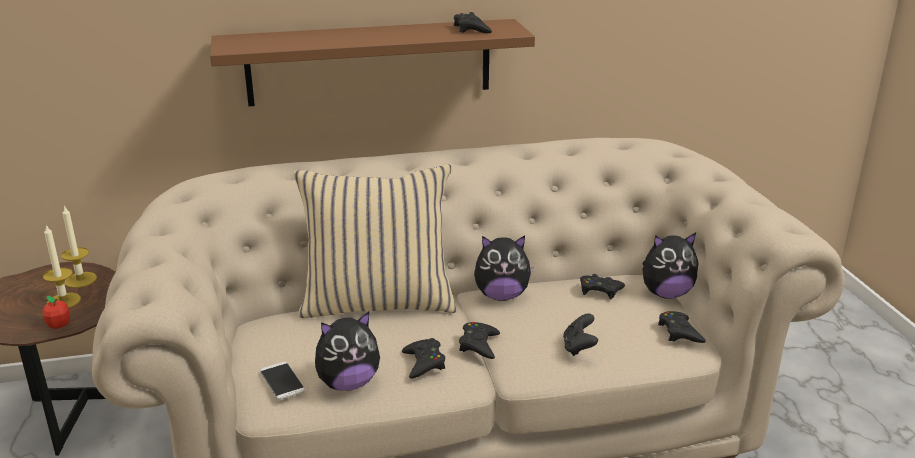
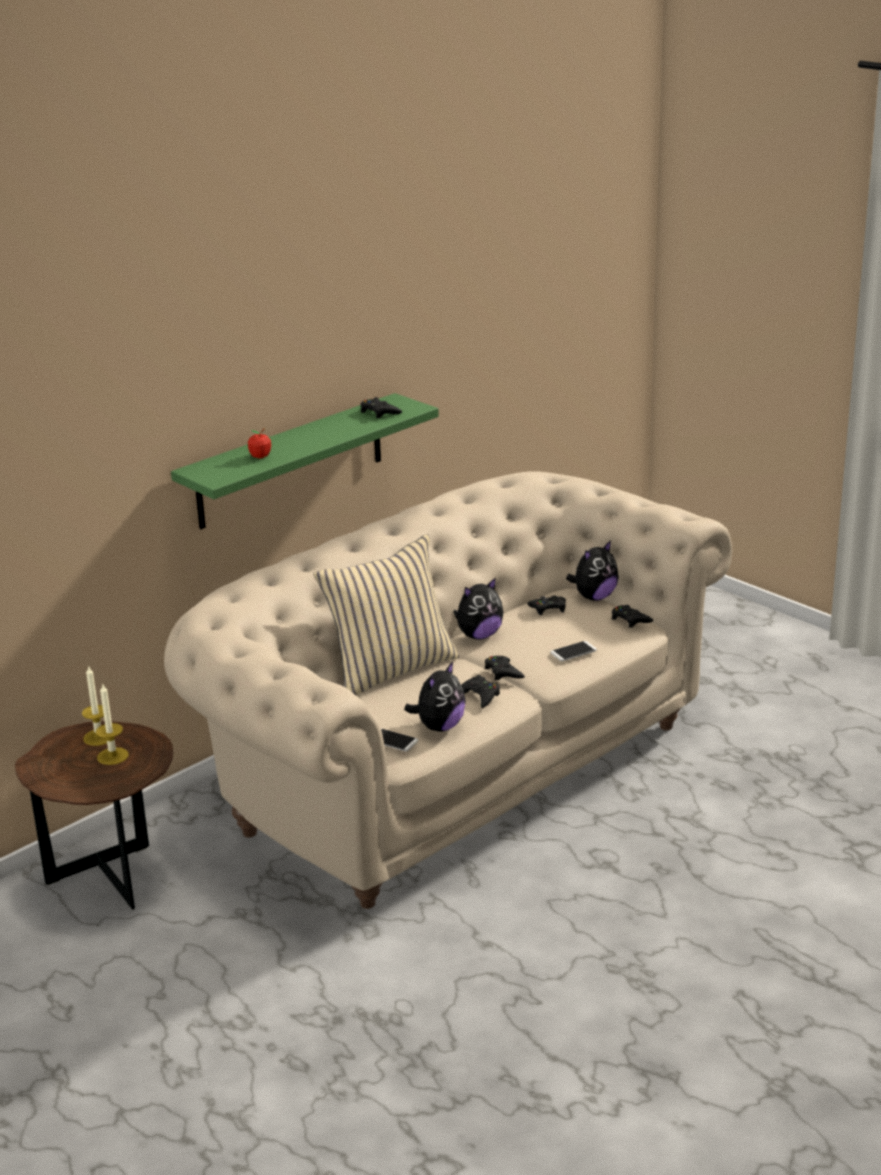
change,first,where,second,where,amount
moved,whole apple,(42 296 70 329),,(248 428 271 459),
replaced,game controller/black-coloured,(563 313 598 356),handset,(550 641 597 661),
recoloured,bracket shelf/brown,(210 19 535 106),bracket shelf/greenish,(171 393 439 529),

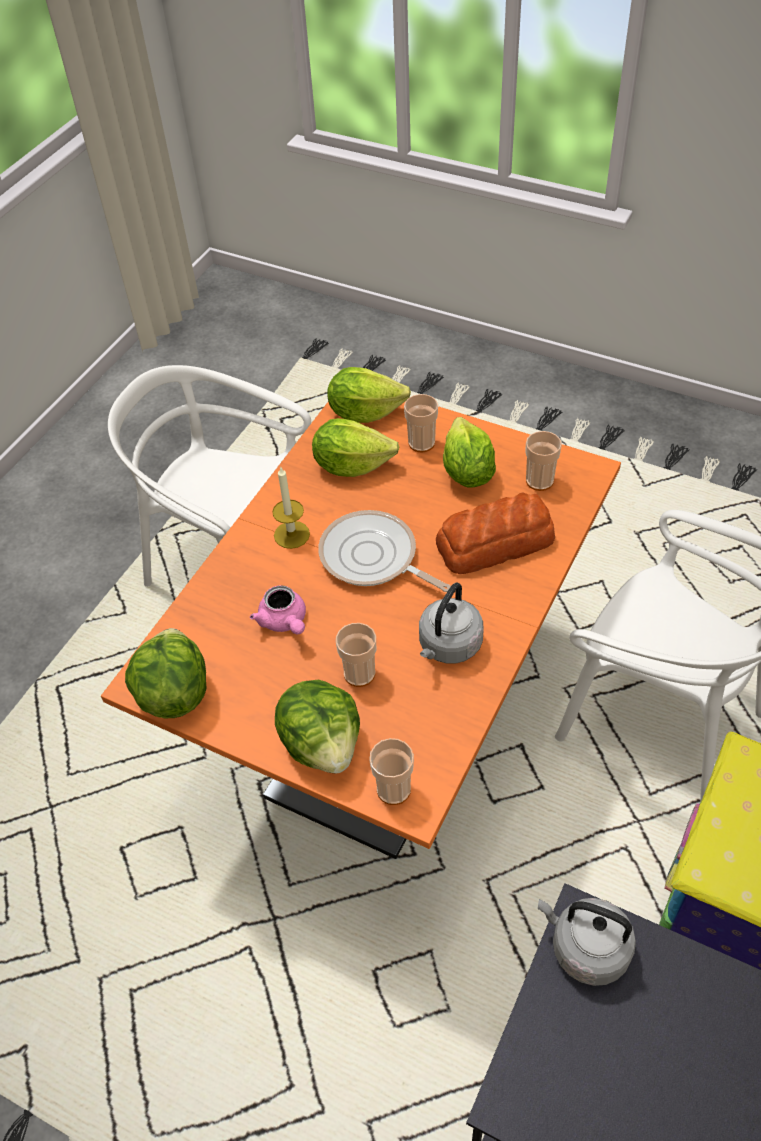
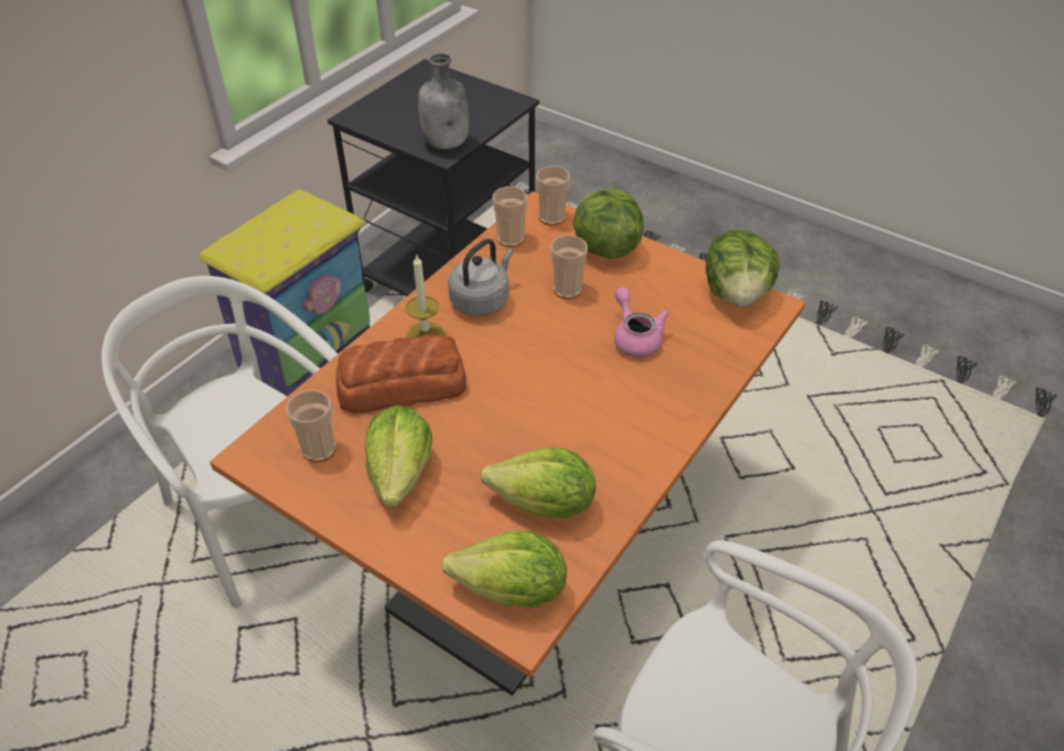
change,first,where,second,where,amount
removed,pan,(318 510 451 592),,,
moved,candle,(272 467 310 549),,(406 254 445 338),
moved,drinking cup,(404 394 438 452),,(492 186 527 248),
replaced,tea kettle/gray,(538 898 636 986),beverage bottle/gray,(418 53 469 149),

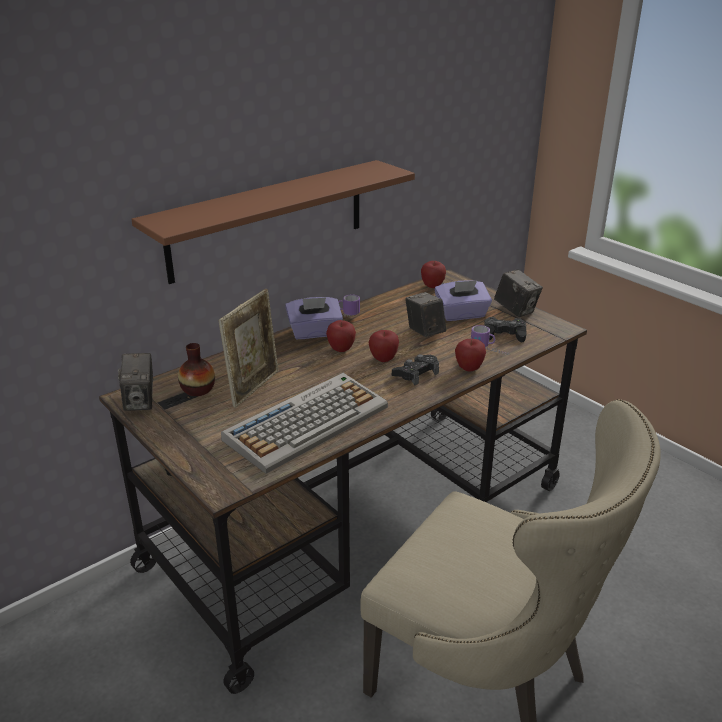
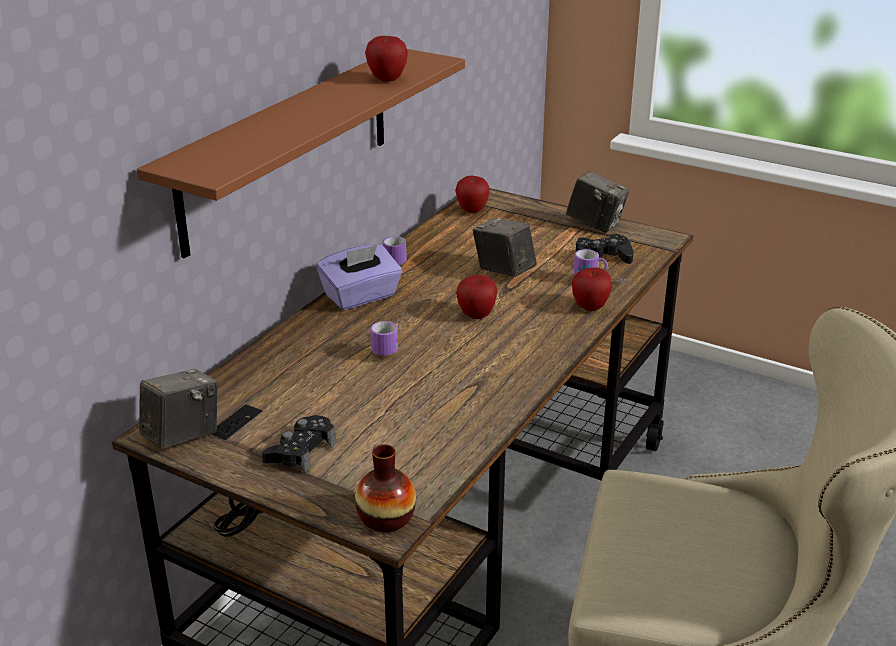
change,first,where,second,where,amount
removed,standing frame,(219 289 279 408),,,
removed,computer keyboard,(221 373 388 474),,,
removed,tissue box/purplish,(435 280 492 321),,,
added,,,tea mug,(370 321 398 356),
moved,vase,(178 343 215 396),,(355 444 416 532),
moved,whole apple,(326 320 356 352),,(365 35 408 82),
moved,game controller/black-coloured,(392 354 439 386),,(262 415 336 473),
turned,photo camera,(118 353 153 411),,(139 369 218 449),105 degrees counterclockwise

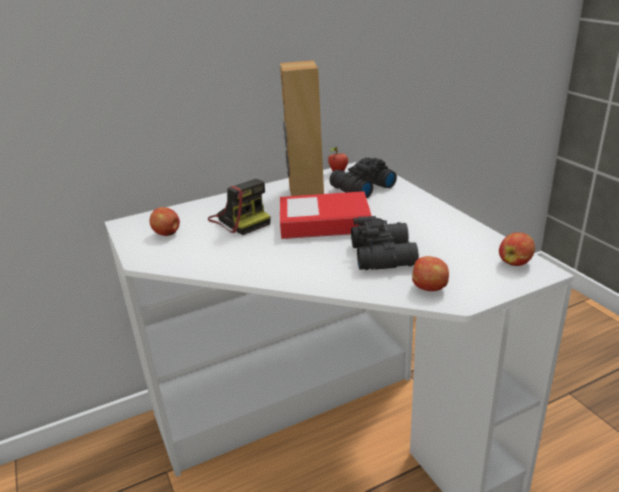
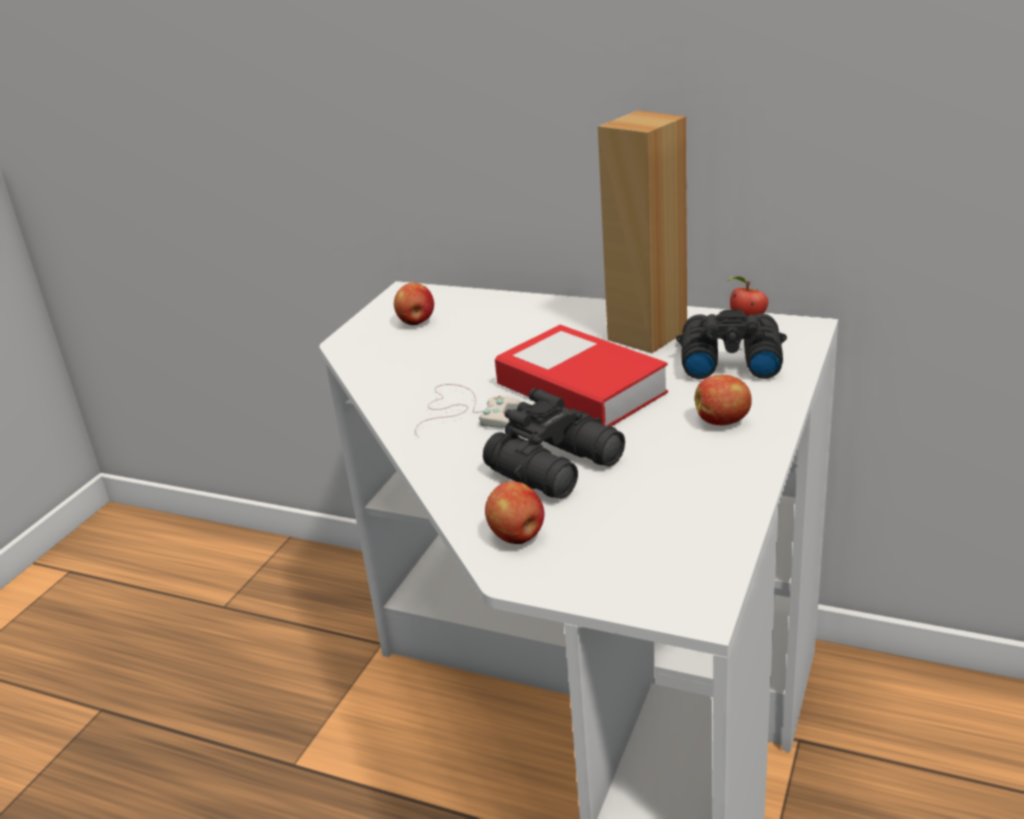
change,first,where,second,where,amount
removed,photo camera,(208 179 270 235),,,
added,,,game controller/white-coloured,(415 384 521 438),
moved,whole apple,(499 232 535 266),,(695 375 751 425),

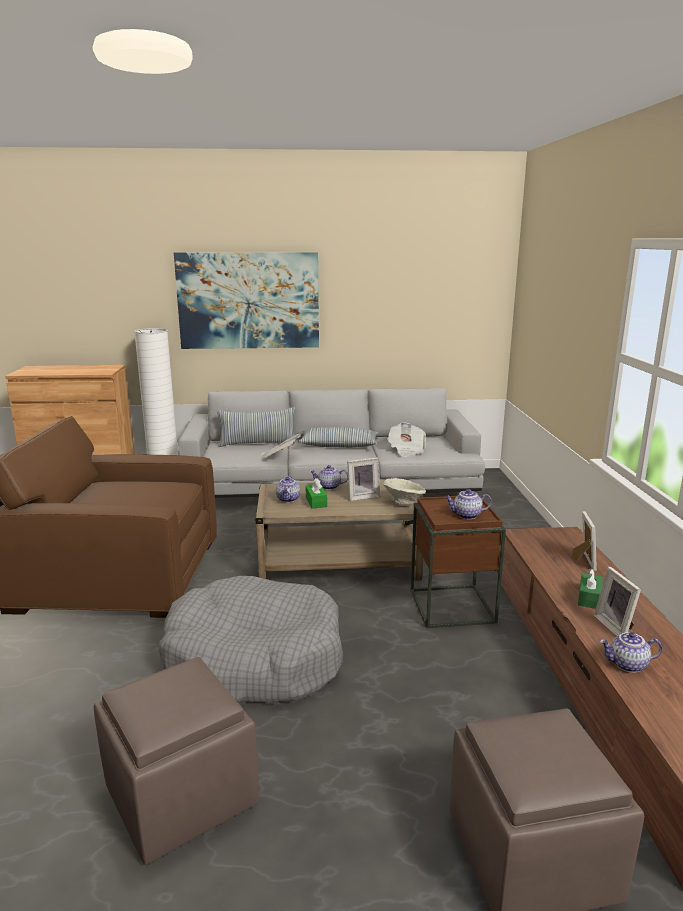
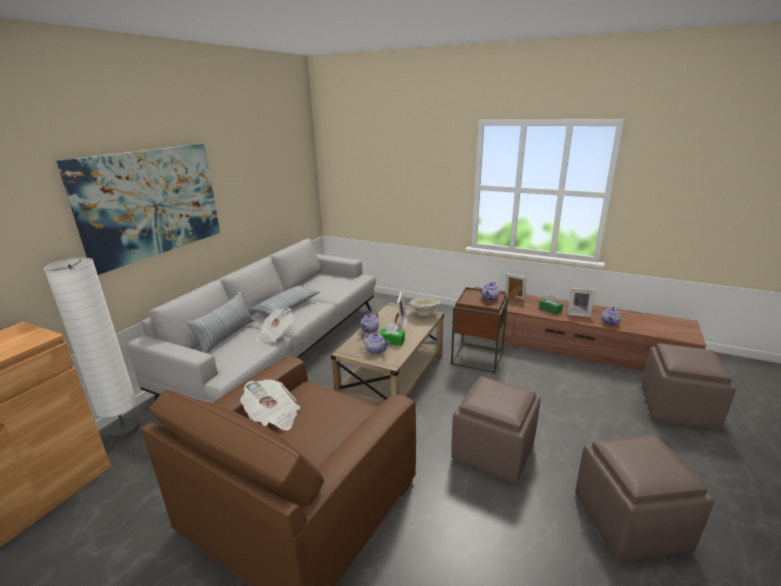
change,first,where,second,where,amount
moved,daily paper,(387 422 426 457),,(240 379 300 430),
replaced,dog cushion/gray,(158 576 343 703),ottoman/brown,(451 376 541 484),

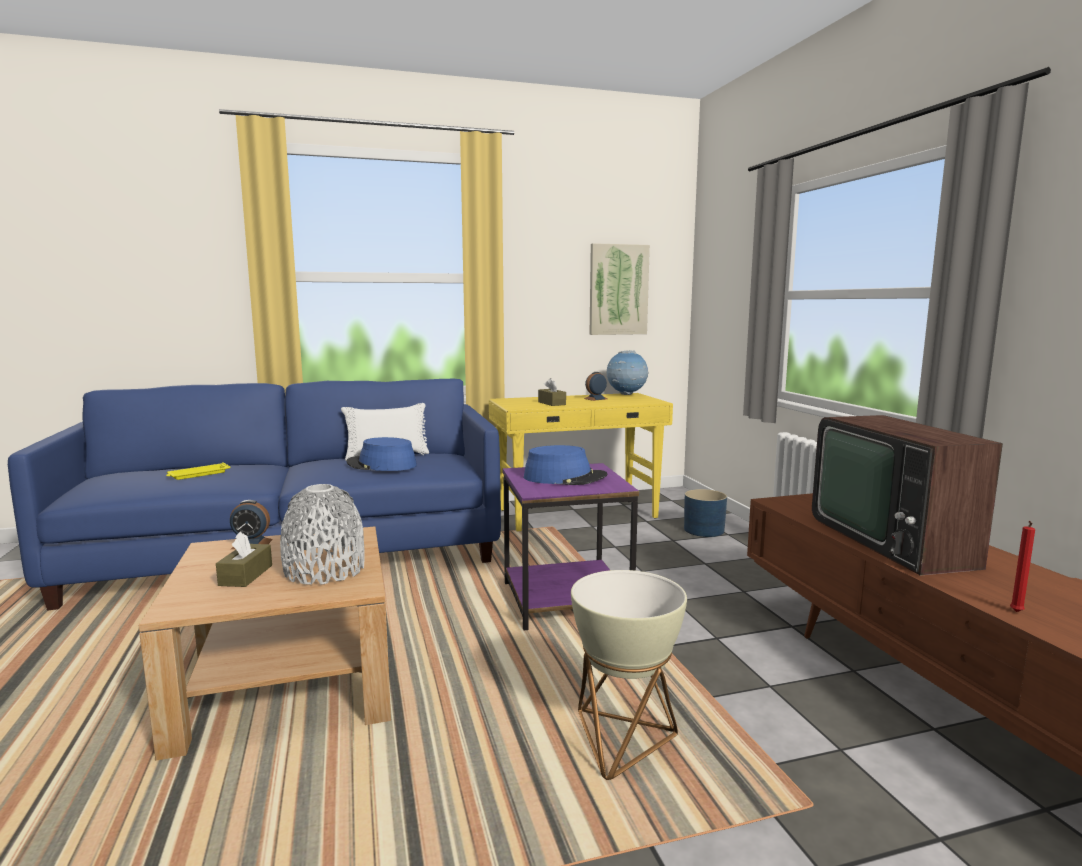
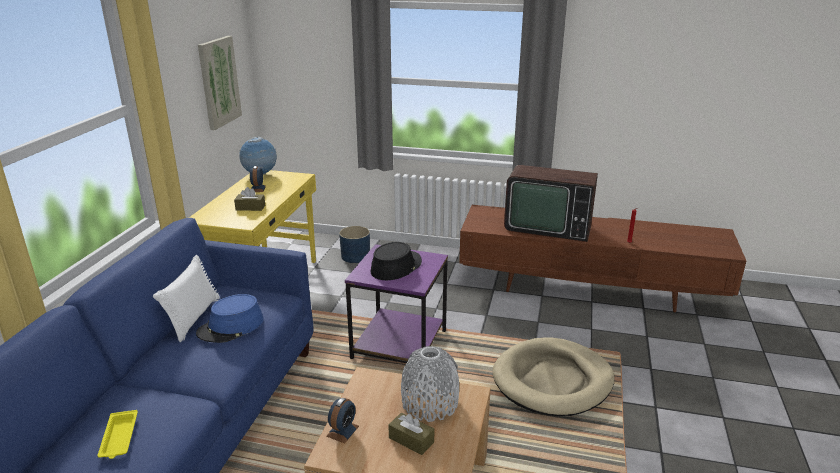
change,first,where,second,where,amount
replaced,planter,(571 570 687 780),dog cushion/sand-coloured,(492 337 614 416),
recoloured,wearable hat/blue,(524 445 608 485),wearable hat/black-coloured,(371 242 422 280),

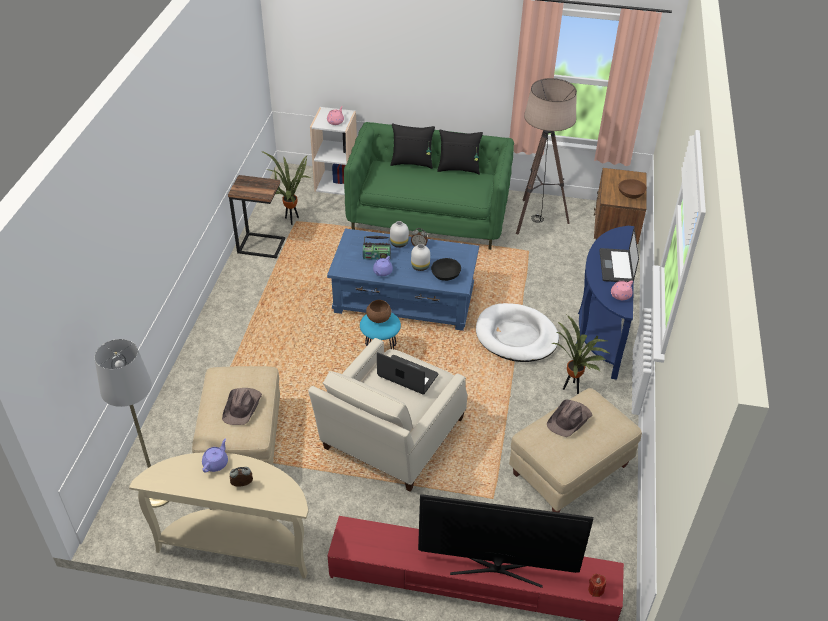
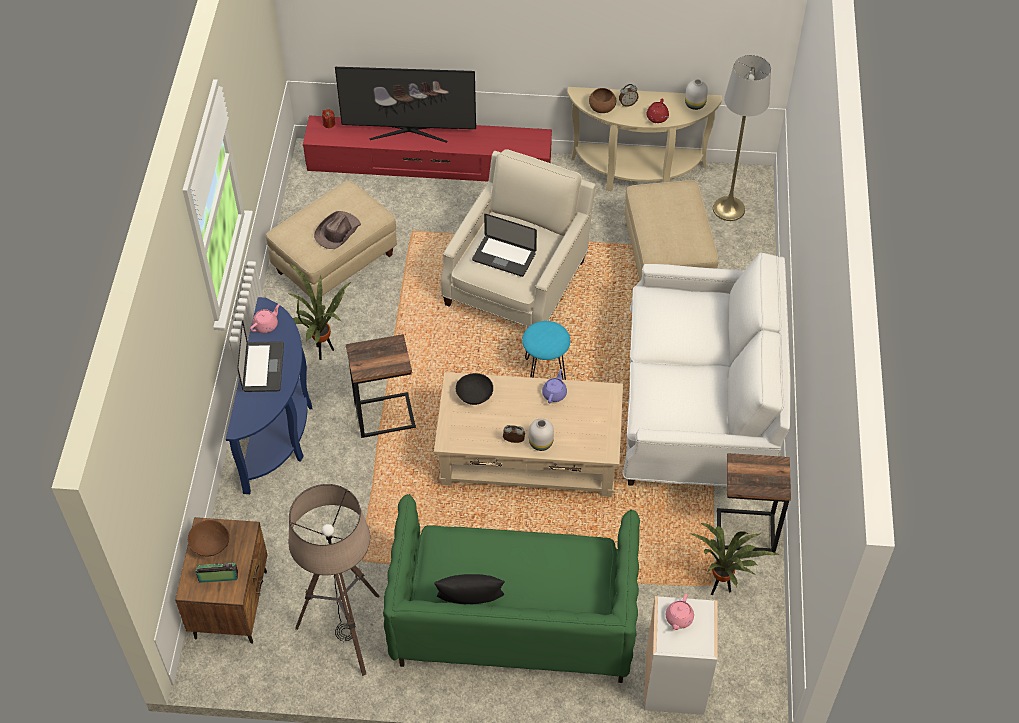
change,first,where,second,where,amount
removed,wearable hat/brown,(222 388 262 425),,,
removed,throw pillow/black-coloured,(390 123 435 169),,,
added,,,settee/white-coloured,(623 252 791 487),
moved,radio set,(363 236 391 260),,(196 563 238 583),
moved,bowl/brown,(366 300 391 323),,(589 88 616 113),
moved,vase/white-coloured,(411 244 430 271),,(685 79 708 110),
replaced,dog cushion/white-coloured,(476 303 559 362),end table,(346 334 416 438),
recoloured,pot for tea/purplish,(202 438 228 473),pot for tea/reddish,(647 99 669 123),
recoloured,coffee table/blue,(327 229 479 331),coffee table/sand-coloured,(434 372 623 497),

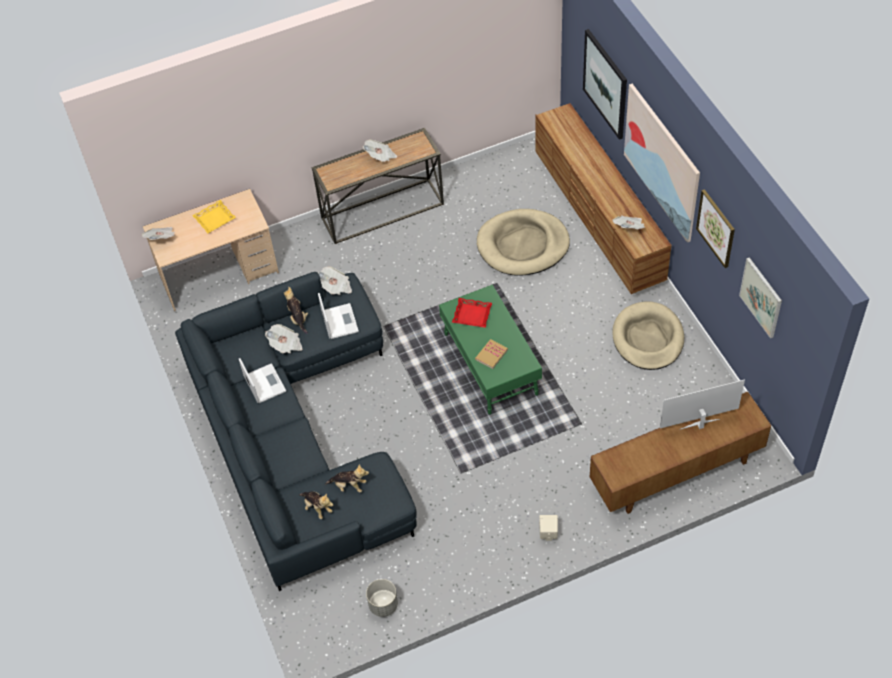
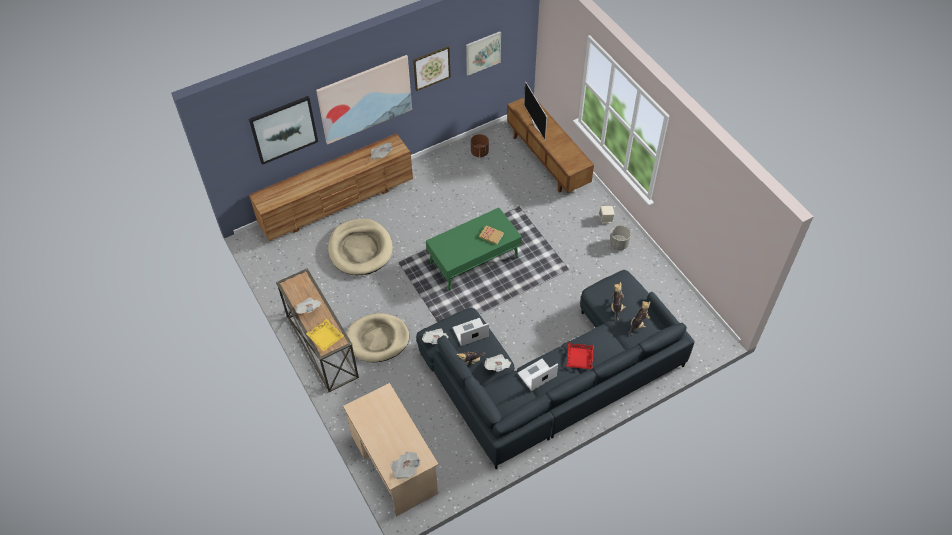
change,first,where,second,where,amount
added,,,planter/brown,(471 134 489 157),
moved,serving tray/yellow-coloured,(192 200 236 233),,(306 319 344 352),
moved,planter/gray,(366 579 398 617),,(610 225 631 250),
moved,serving tray/reddish,(452 298 492 328),,(566 343 594 369),
moved,dog cushion/sand-coloured,(612 302 684 370),,(346 313 409 362),

